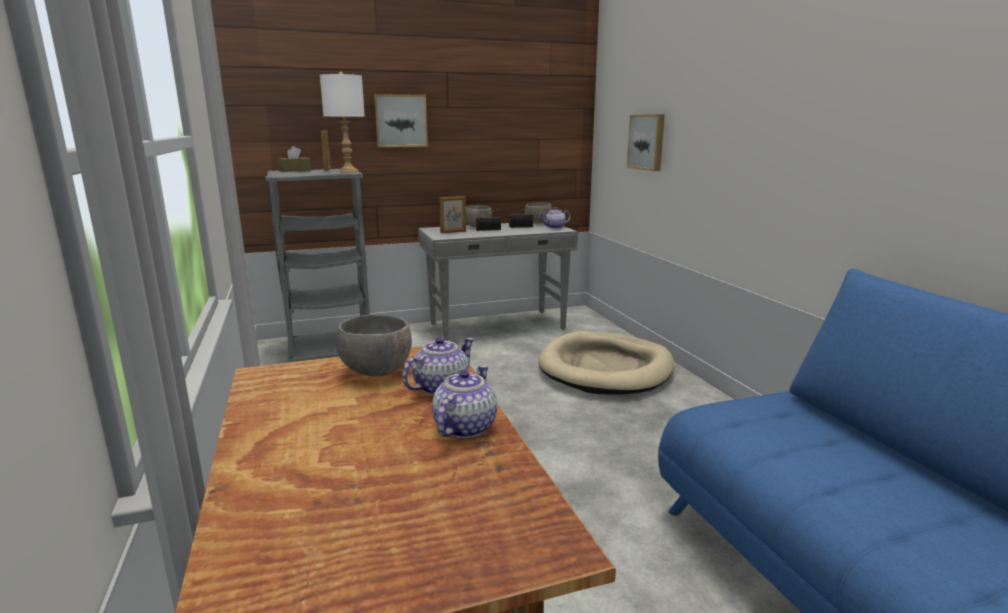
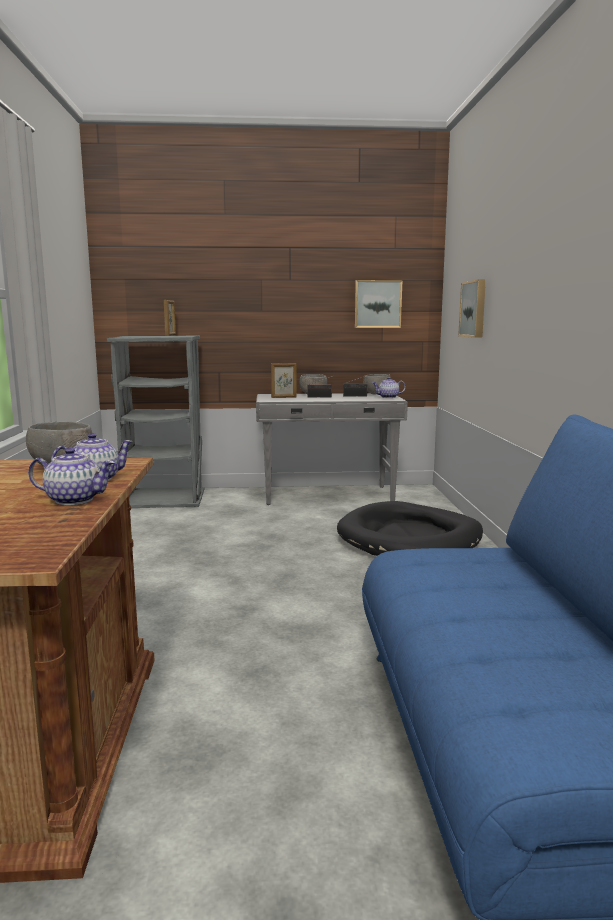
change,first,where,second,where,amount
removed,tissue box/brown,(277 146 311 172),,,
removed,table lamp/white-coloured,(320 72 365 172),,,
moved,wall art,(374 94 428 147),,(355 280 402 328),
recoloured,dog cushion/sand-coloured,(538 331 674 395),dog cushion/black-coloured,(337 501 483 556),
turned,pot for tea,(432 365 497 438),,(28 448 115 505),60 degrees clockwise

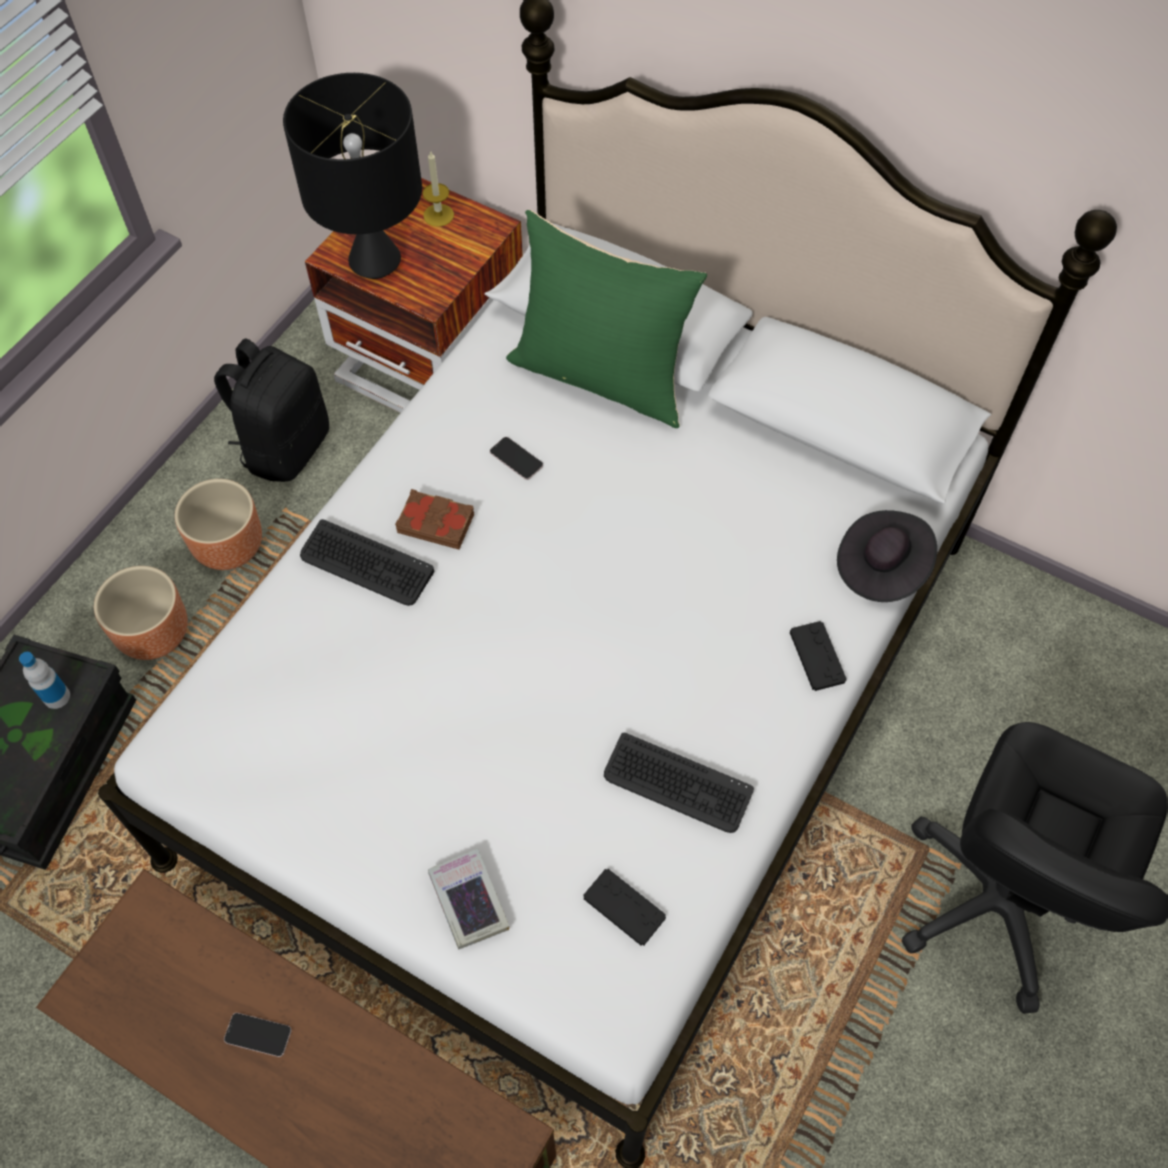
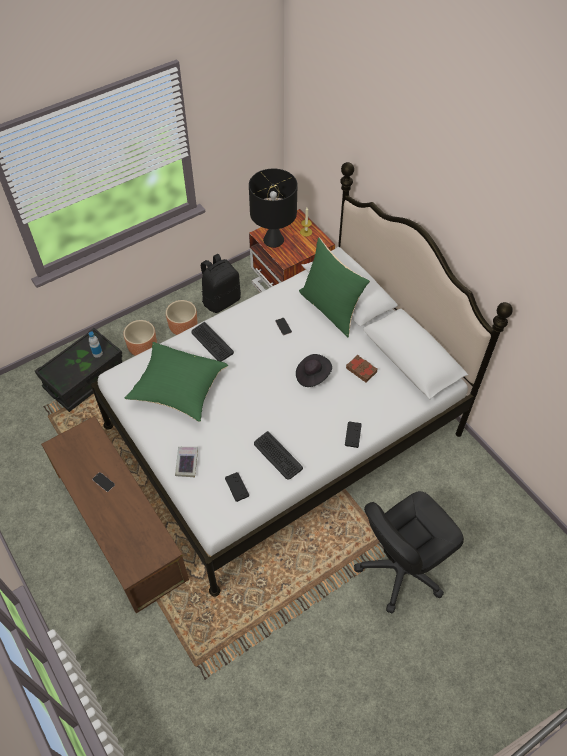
change,first,where,second,where,amount
added,,,throw pillow/greenish,(125 342 228 422),
moved,volume/brown,(395 489 474 550),,(346 354 378 382),
moved,wearable hat/black-coloured,(837 510 937 602),,(296 354 332 387),

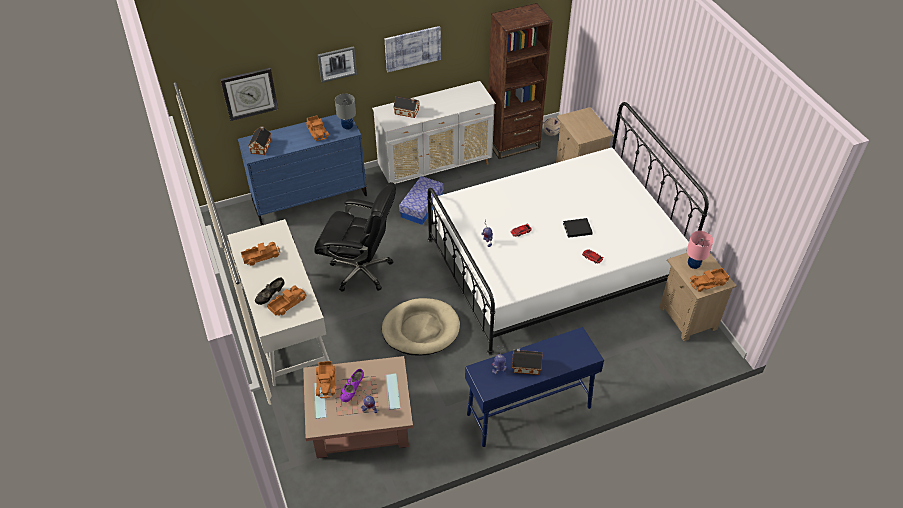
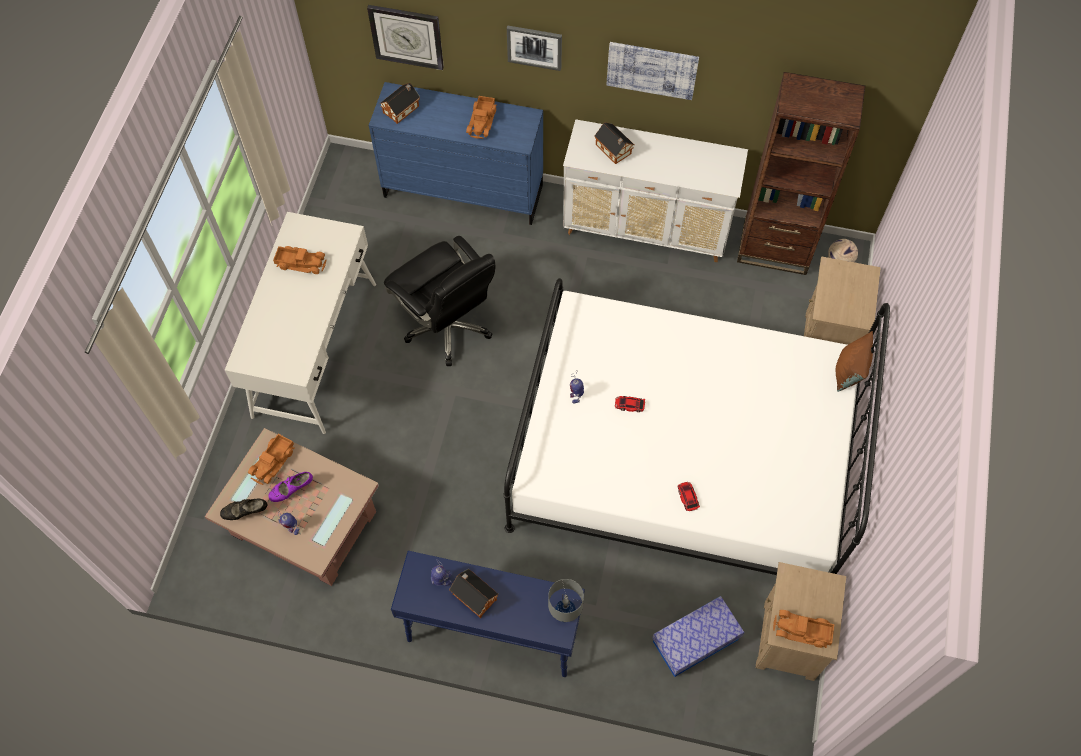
change,first,where,second,where,amount
removed,model truck,(267 286 306 316),,,
removed,dog cushion/sand-coloured,(382 298 460 356),,,
removed,volume/black-coloured,(563 218 593 238),,,
removed,table lamp/pink-coloured,(687 231 713 269),,,
added,,,throw pillow/brown,(836 331 873 392),
moved,shoe/black-coloured,(255 277 284 305),,(220 498 267 520),
moved,table lamp/gray,(335 94 356 130),,(548 579 584 622),
moved,storage box,(399 176 443 225),,(652 596 745 677),

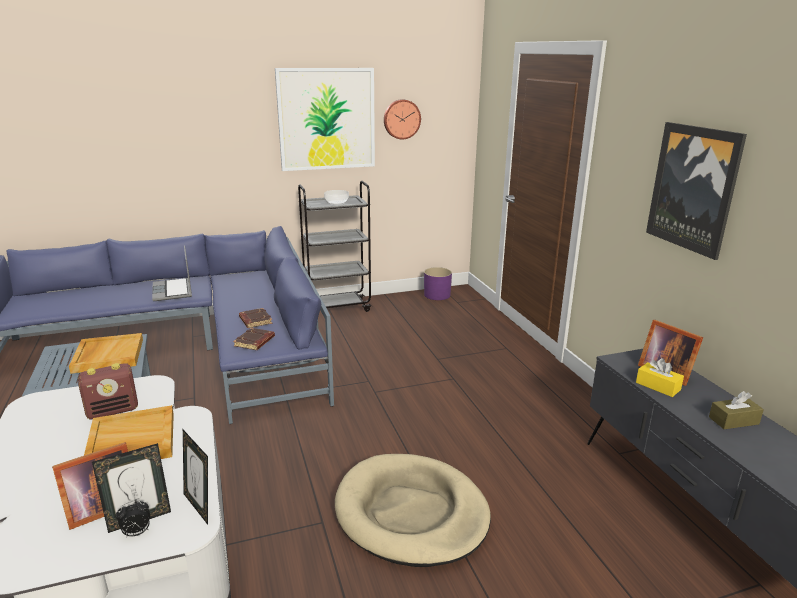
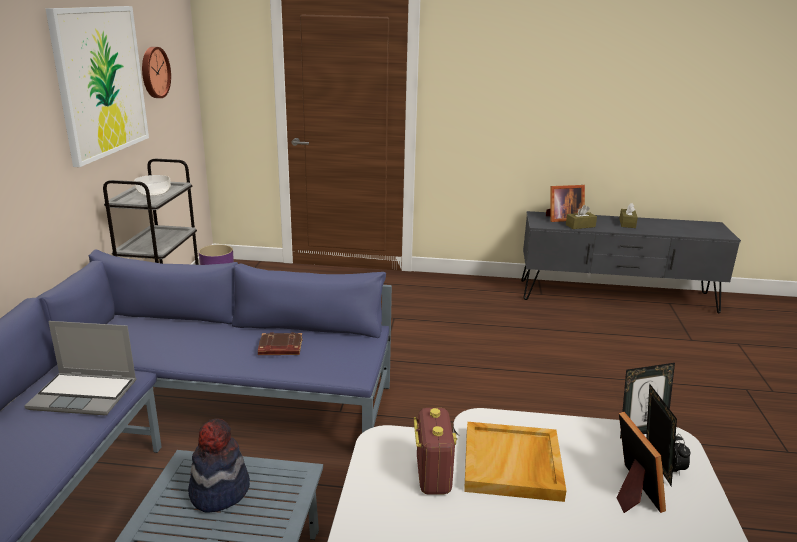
change,first,where,second,where,amount
removed,volume/brown,(233 328 275 350),,,
removed,dog cushion/sand-coloured,(335 454 491 567),,,
removed,wall art,(646 122 747 260),,,
replaced,serving tray/sand-coloured,(69 333 143 374),wearable hat,(188 419 250 513),
recoloured,tissue box/yellow-coloured,(636 358 684 397),tissue box/brown,(566 205 597 229),

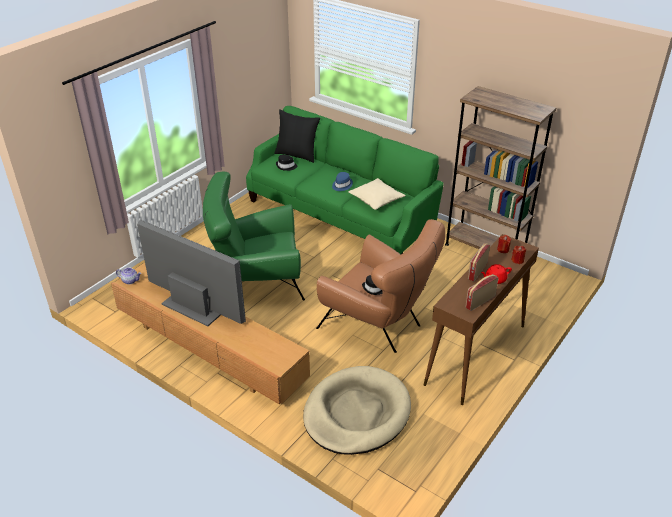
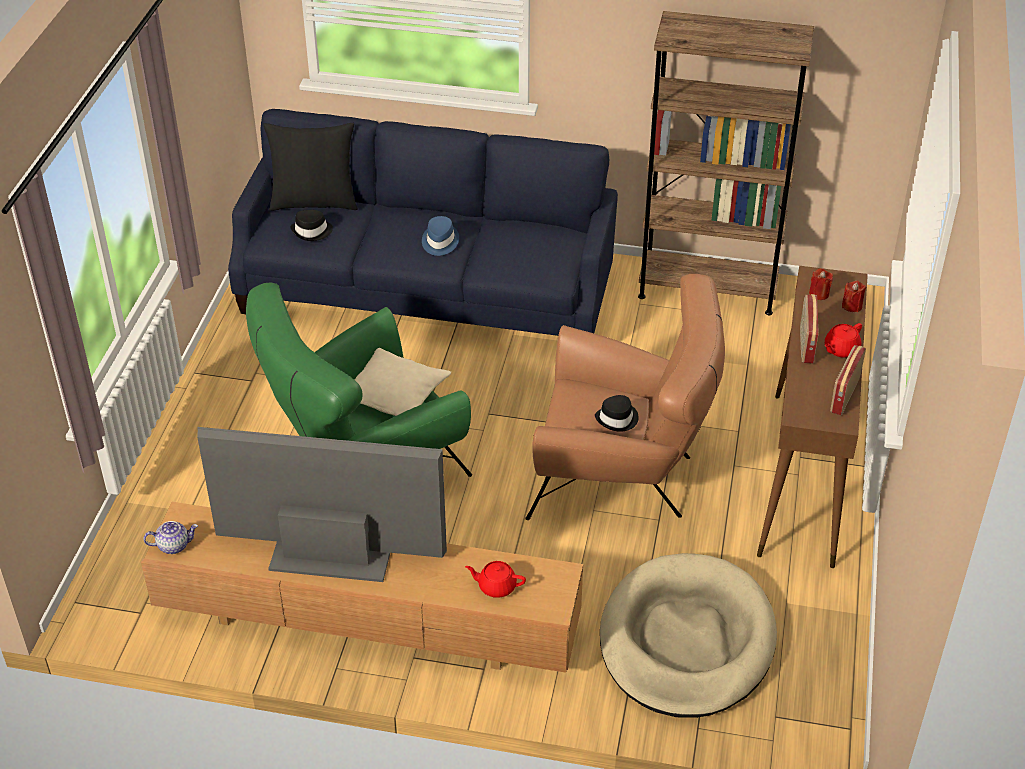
change,first,where,second,where,amount
added,,,pot for tea/reddish,(465 561 526 598),
moved,throw pillow/sand-coloured,(349 178 406 210),,(354 348 451 416),
recoloured,settee/greenish,(246 106 444 254),settee/blue,(228 109 618 336),

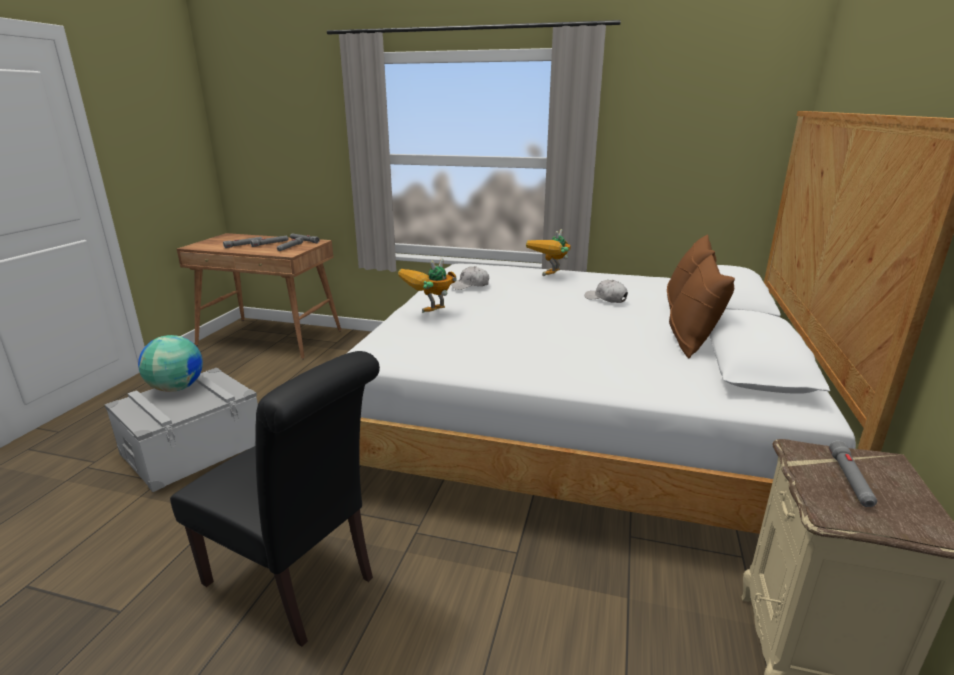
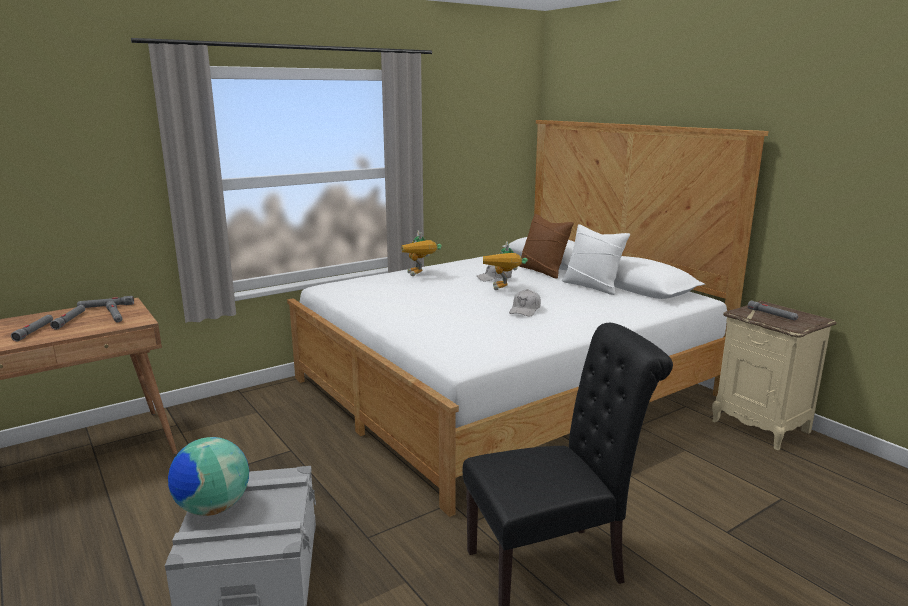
change,first,where,second,where,amount
moved,model robot,(398 258 457 313),,(483 241 528 290),
moved,peaked cap/white-coloured,(451 266 489 290),,(509 289 541 317),
recoloured,throw pillow/brown,(669 255 735 358),throw pillow/white-coloured,(562 224 630 295),

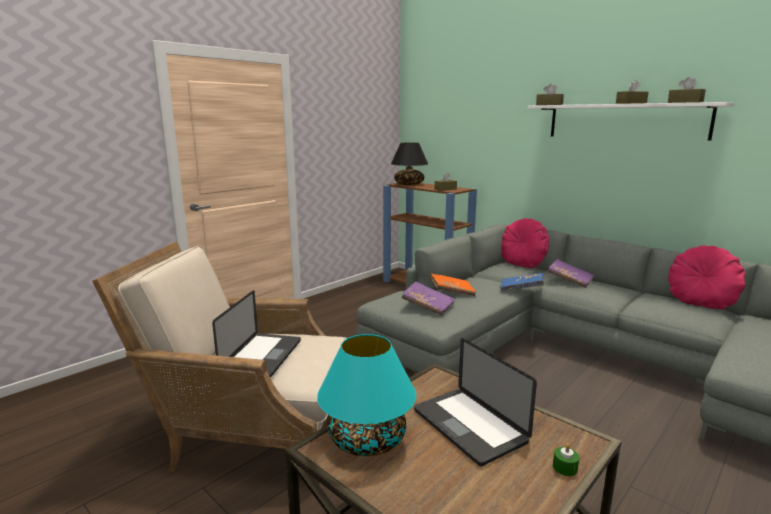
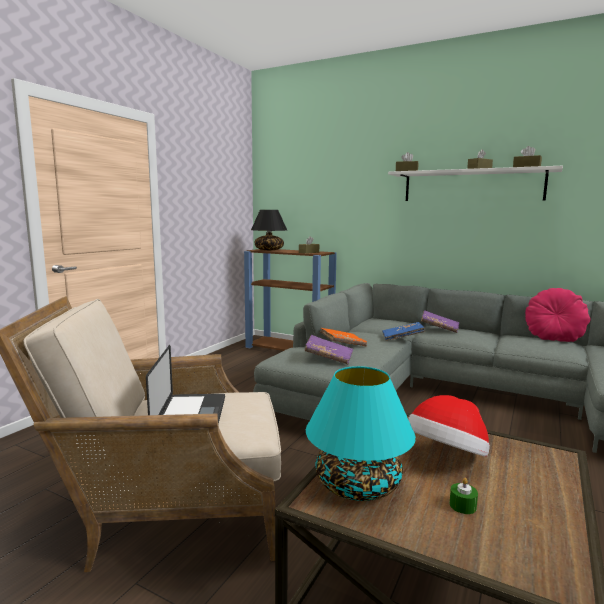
change,first,where,second,where,amount
removed,throw pillow/pink-coloured,(501 218 549 268),,,
moved,candle/greenish,(553 443 579 476),,(450 478 478 514),
replaced,laptop,(414 338 537 466),wearable hat,(408 395 490 457),

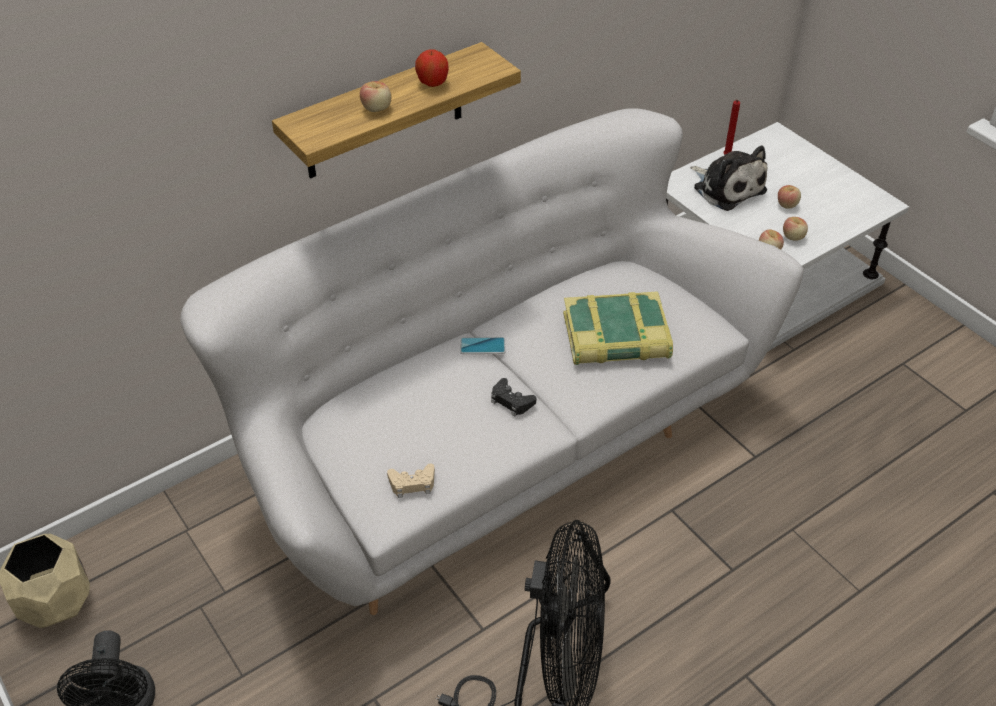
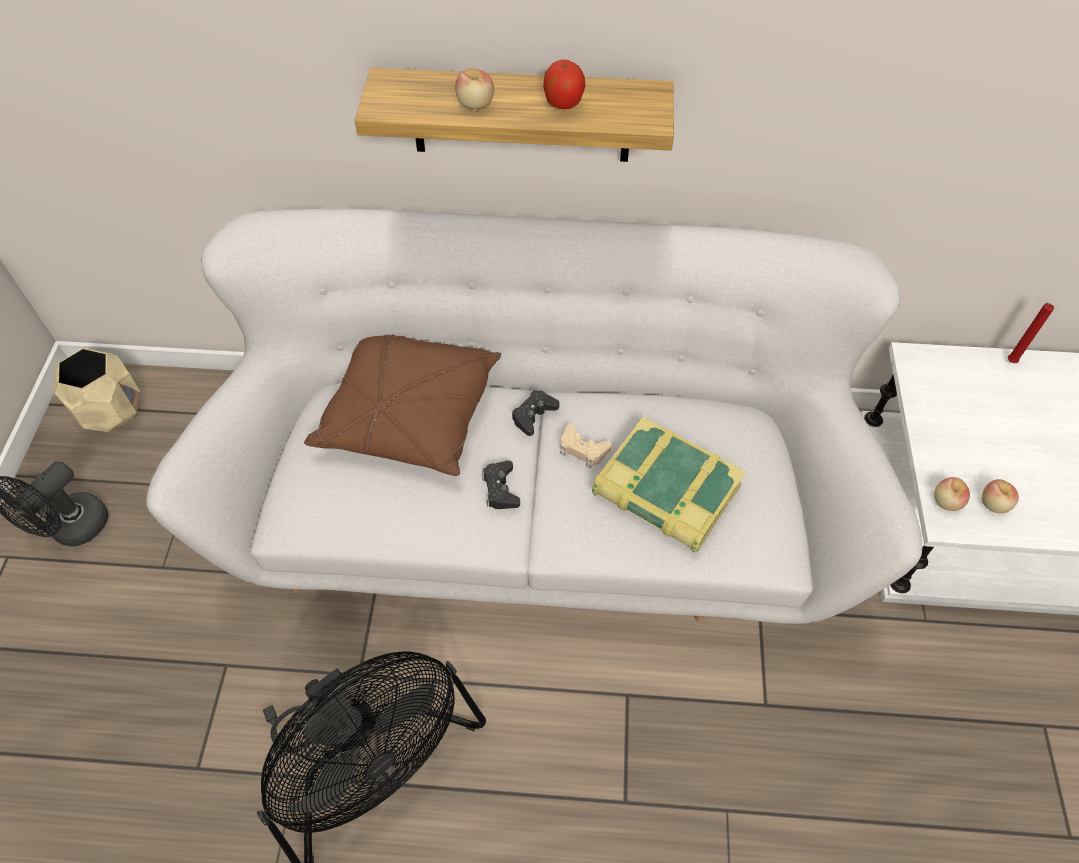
change,first,where,second,where,amount
removed,cuddly toy,(690 146 767 211),,,
removed,whole apple,(778 185 801 208),,,
added,,,throw pillow/brown,(304 335 501 476),
moved,game controller/sand-coloured,(387 463 435 498),,(560 424 611 468),
replaced,handset,(460 337 506 354),game controller/black-coloured,(512 390 559 436),

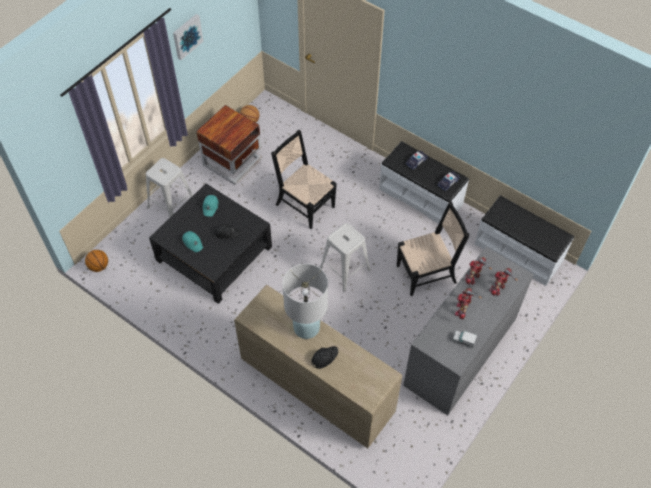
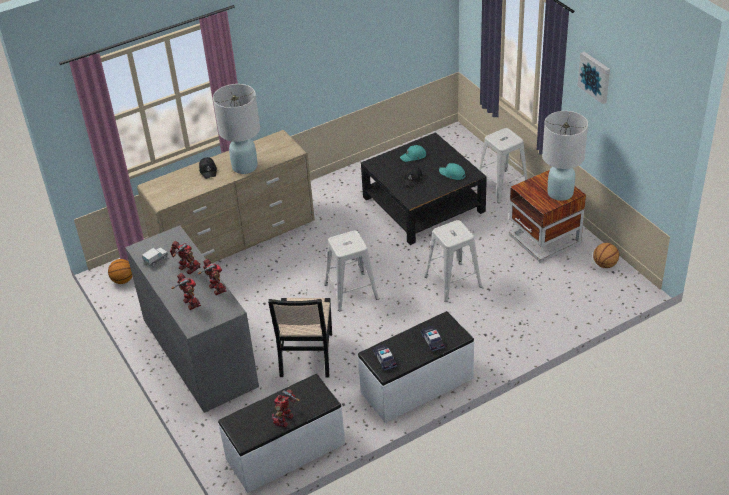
change,first,where,second,where,amount
added,,,model robot,(272 390 300 427),
added,,,table lamp/white-coloured,(542 111 588 201),
moved,basketball,(85 250 108 272),,(108 259 133 284),
replaced,plain chair,(271 130 337 229),sitting stool/white-coloured,(424 220 483 302),

